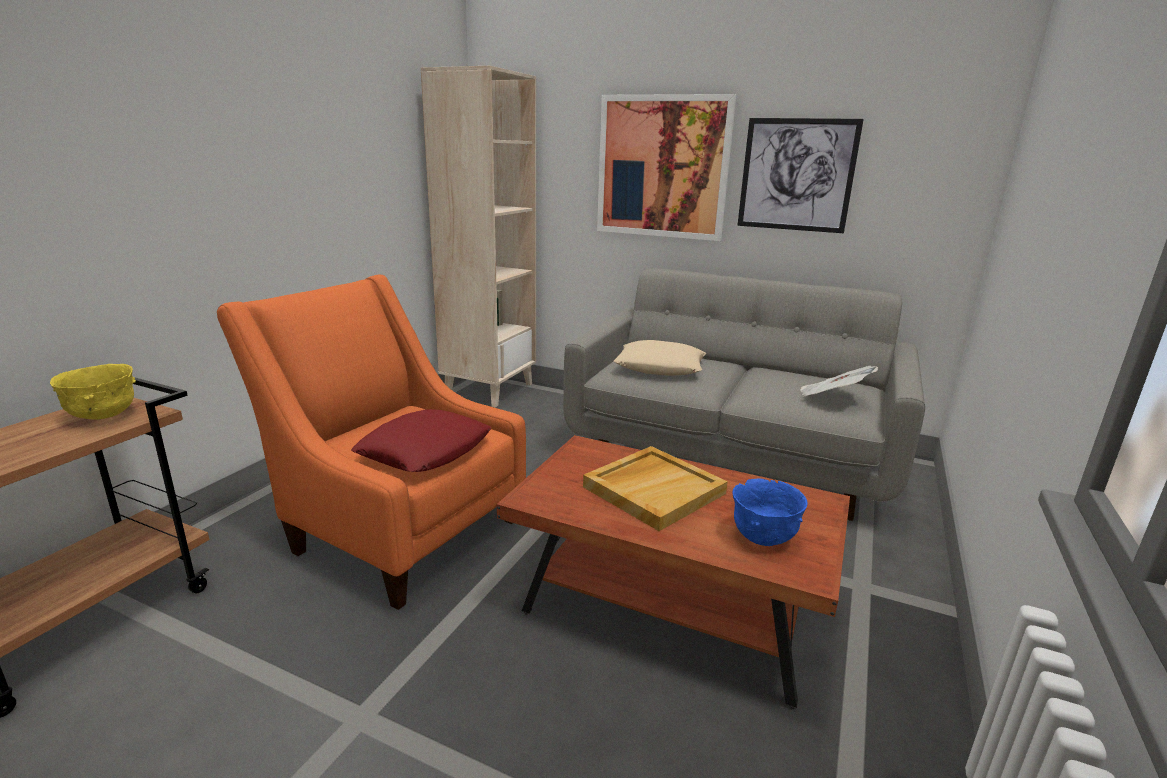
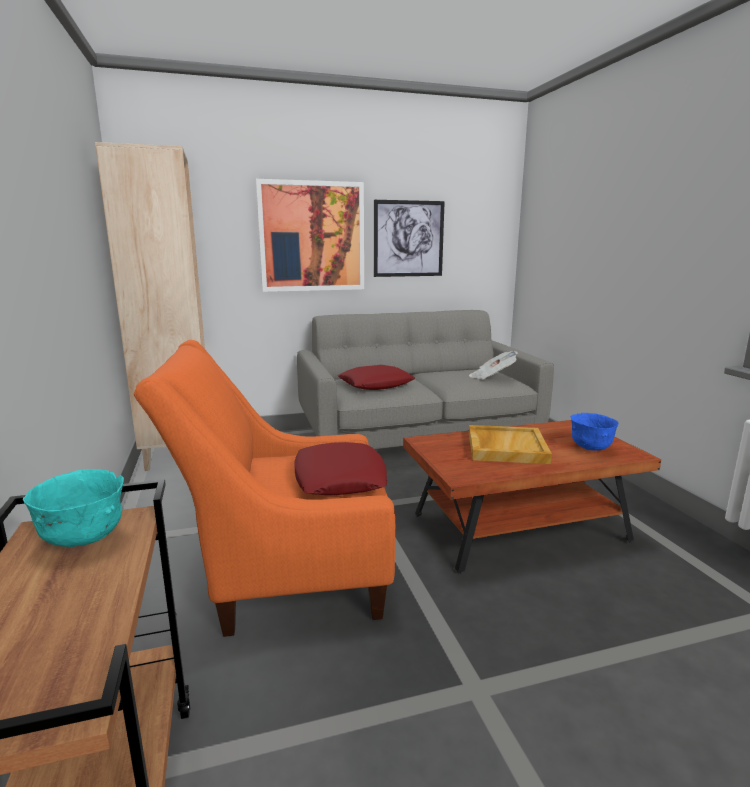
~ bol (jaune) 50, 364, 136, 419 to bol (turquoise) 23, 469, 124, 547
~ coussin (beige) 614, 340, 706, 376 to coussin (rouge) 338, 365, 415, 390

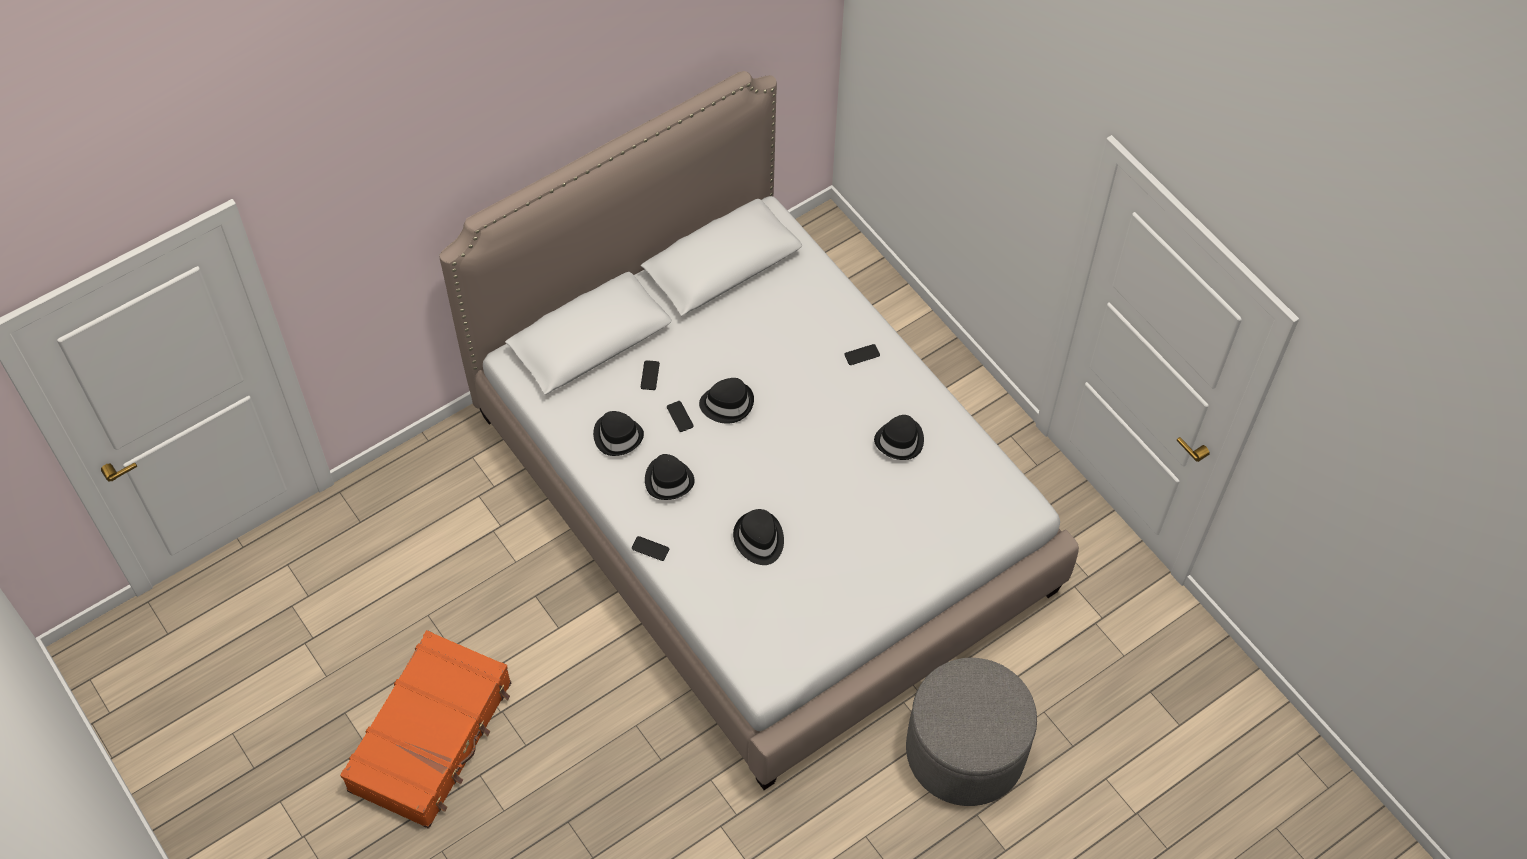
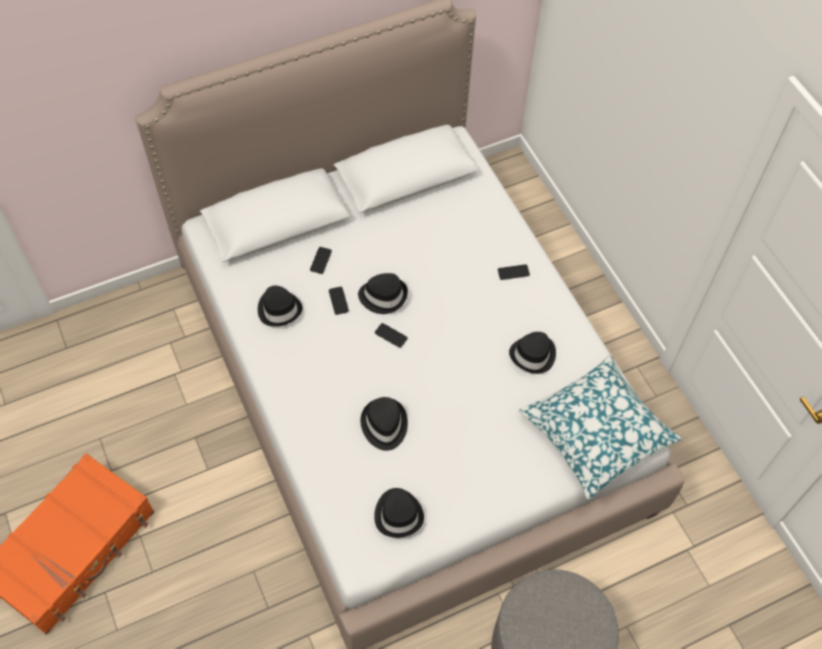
~ téléphone 632, 536, 669, 561 to 375, 323, 408, 348
~ chapeau (noir) 645, 454, 695, 500 to 374, 488, 424, 538
+ coussin 519, 355, 682, 500

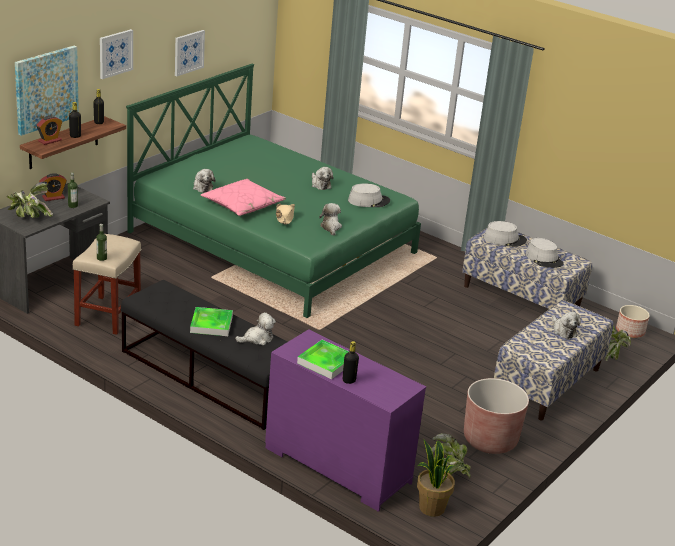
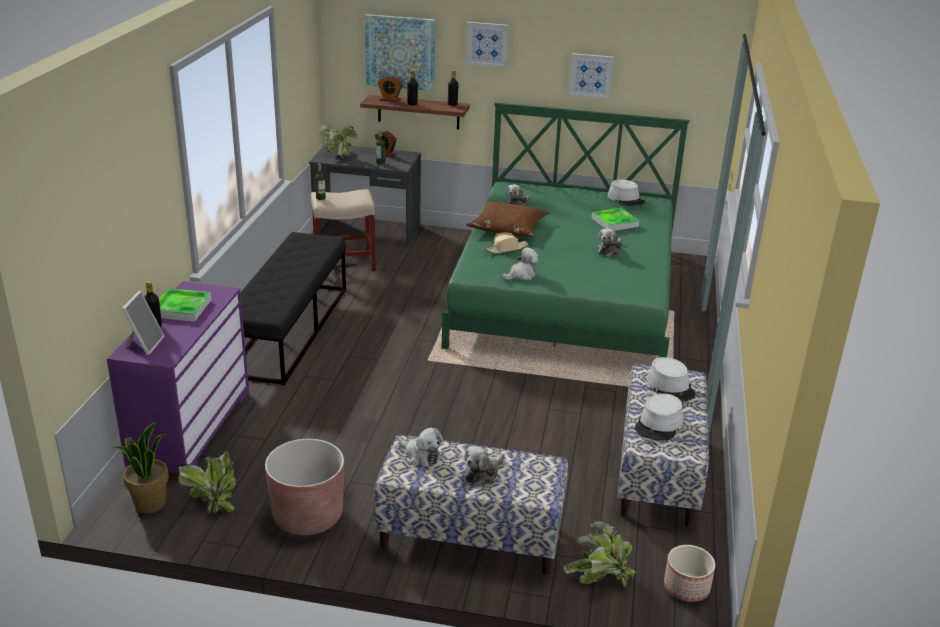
~ plateau 190, 307, 233, 336 to 591, 208, 639, 231
~ coussin (rose) 201, 179, 286, 216 to coussin (marron) 466, 202, 550, 237
~ peluche 235, 312, 276, 345 to 398, 428, 443, 467
~ chapeau (gris) 348, 183, 390, 207 to 608, 179, 645, 206
+ cadre photo 122, 291, 165, 355

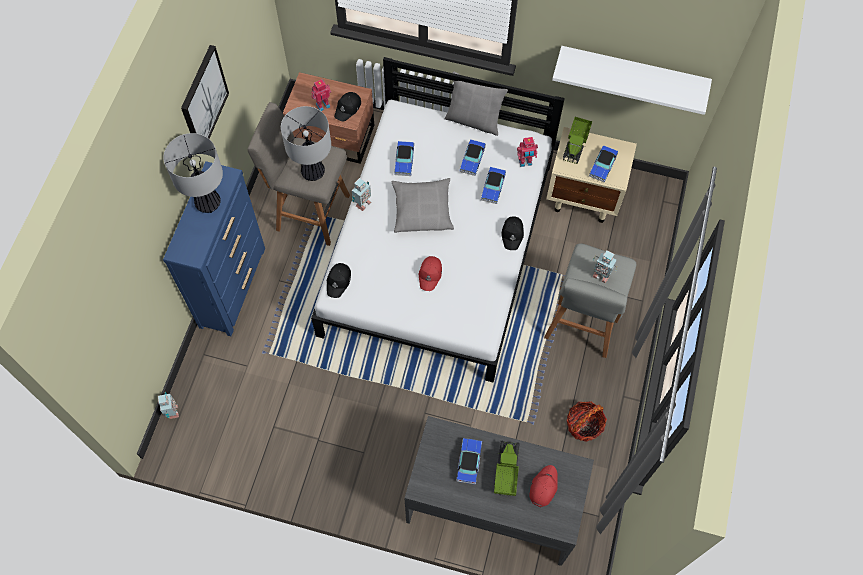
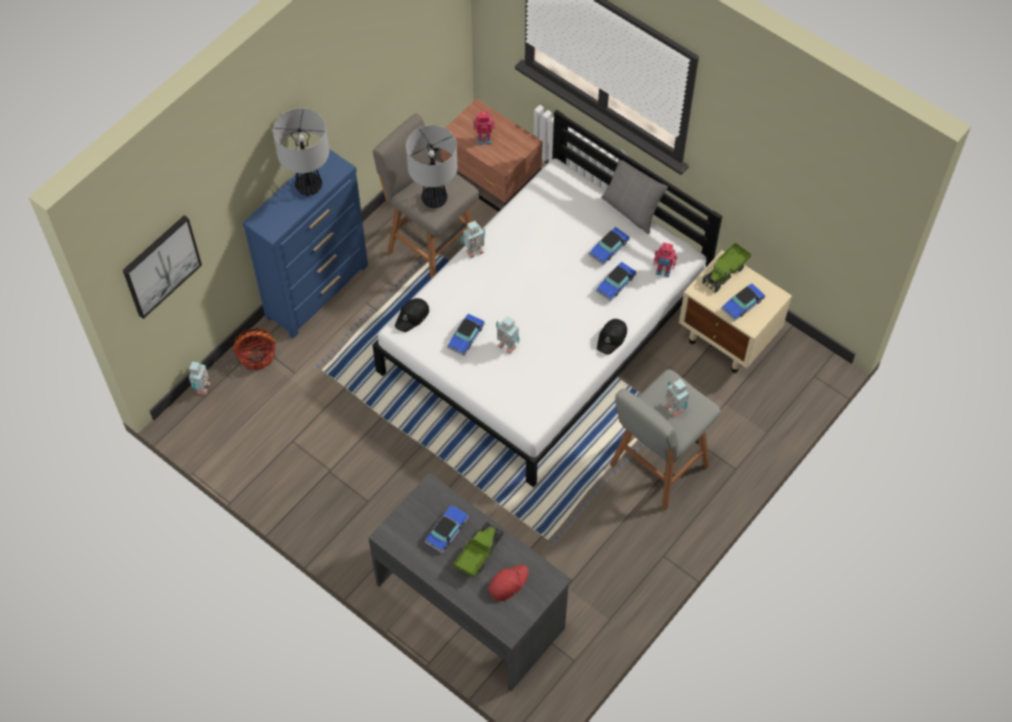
~ tableau 181, 45, 229, 139 to 123, 215, 202, 319
- casquette (noir) 334, 92, 361, 122
- coussin (gris) 392, 178, 454, 233
~ petite voiture 394, 141, 414, 176 to 447, 314, 485, 356
~ casquette (rouge) 419, 256, 442, 291 to robot jouet 496, 316, 519, 354
- étagère (blanc) 552, 46, 712, 115
~ panier 567, 401, 607, 442 to 233, 327, 276, 370

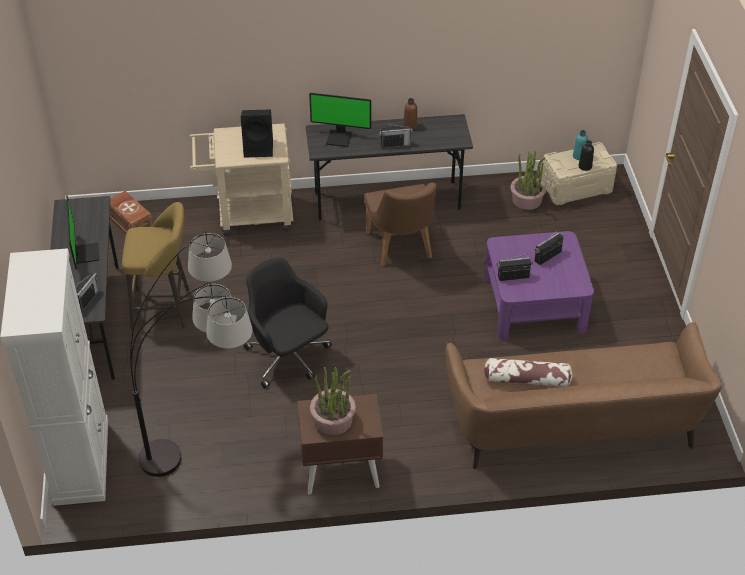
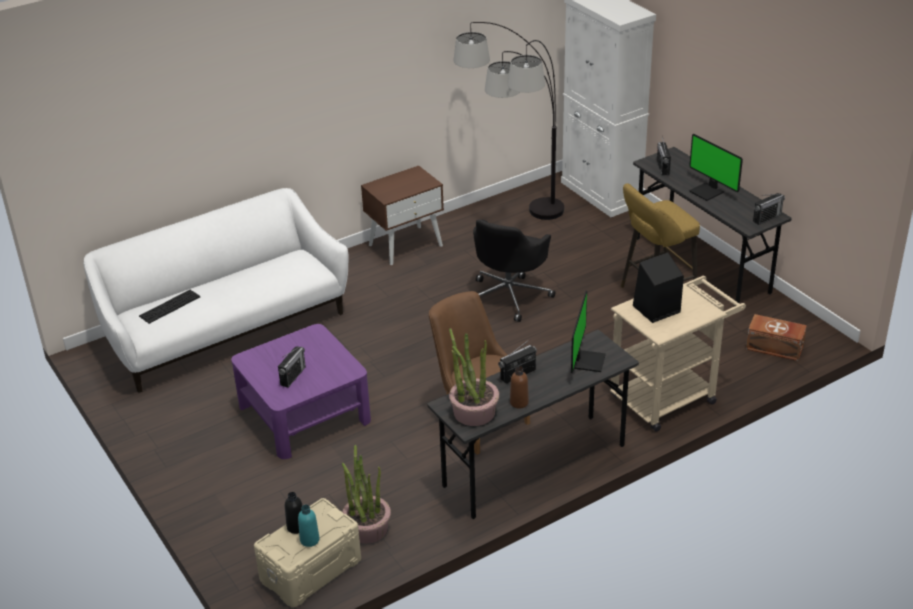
~ chaise de bureau (noir) 244, 258, 332, 388 = 473, 220, 555, 322 90 degrees clockwise
~ écran d'ordinateur 309, 93, 371, 147 = 571, 291, 606, 373 120 degrees clockwise
~ plante en pot 310, 367, 356, 435 to 449, 328, 499, 426
~ canapé (marron) 446, 322, 722, 469 to canapé (blanc) 83, 188, 349, 393
- coussin 484, 358, 573, 387
~ radio 497, 253, 533, 281 to 753, 193, 785, 225
+ clavier 139, 290, 200, 324

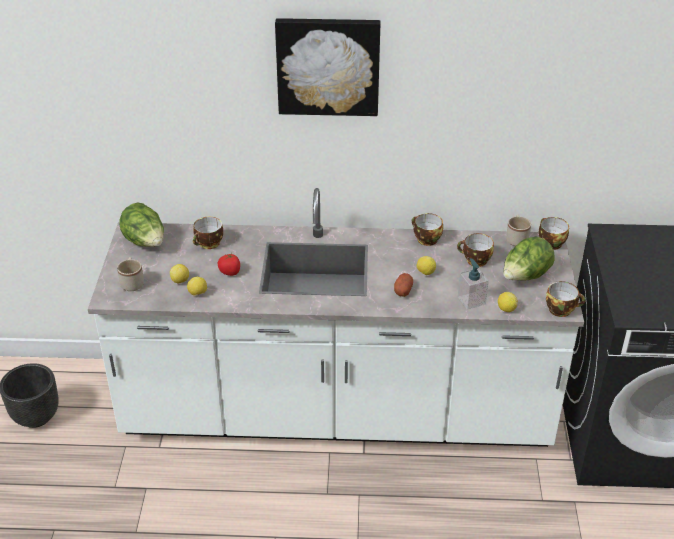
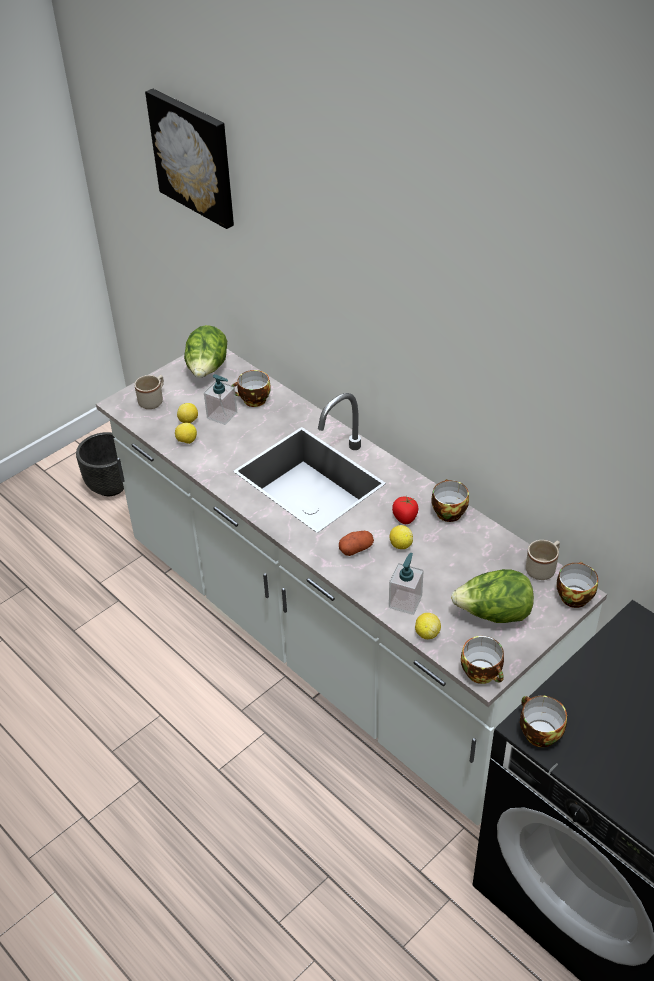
~ tomate 218, 253, 240, 276 to 392, 496, 419, 524
~ tableau 275, 18, 380, 116 to 145, 89, 234, 229
~ tasse 457, 233, 494, 267 to 520, 696, 567, 747
+ distributeur de savon 204, 374, 237, 425

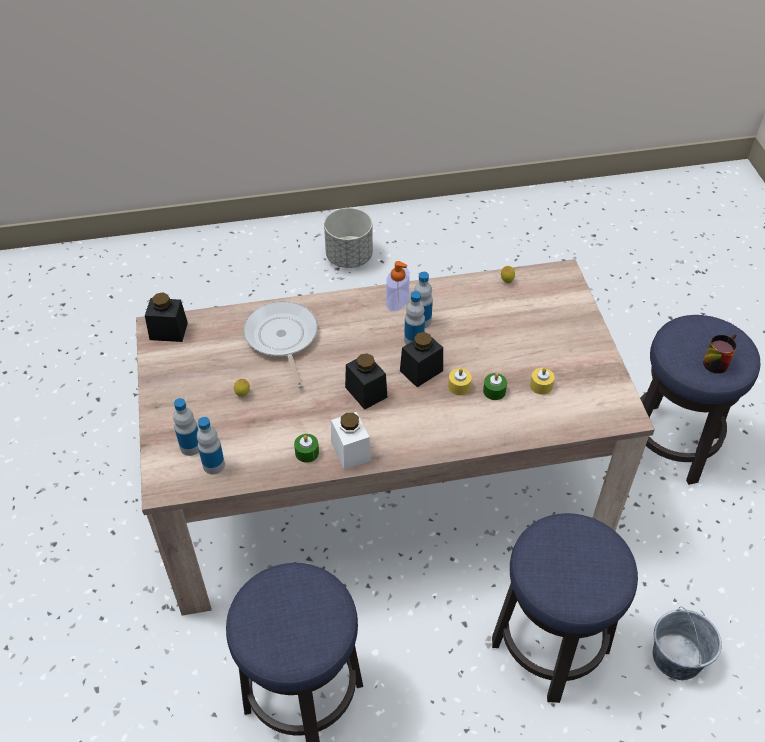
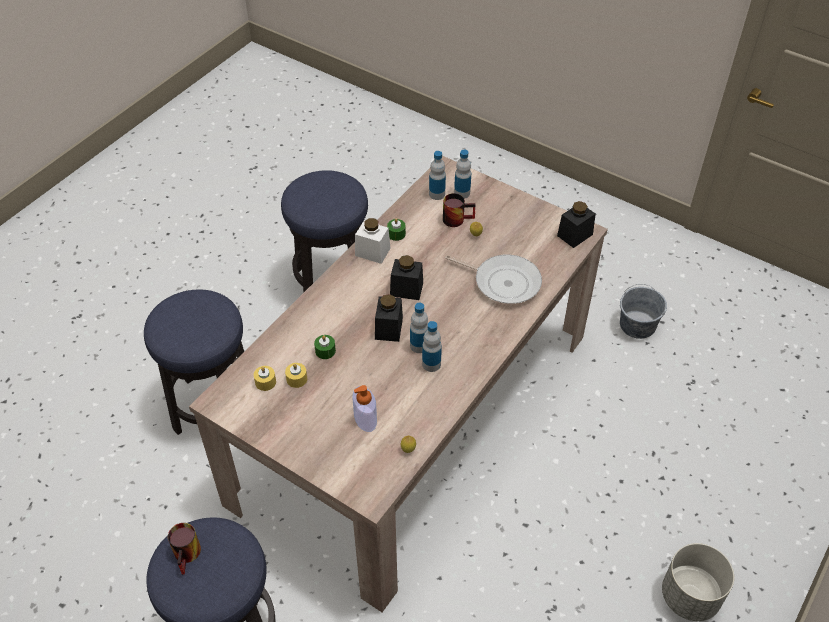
~ distributeur de savon 386, 261, 410, 311 to 352, 385, 377, 432
~ bougie (jaune) 448, 368, 472, 395 to 254, 366, 276, 391
~ seau (gris) 653, 607, 722, 680 to 620, 284, 667, 339
+ mug 443, 193, 475, 227

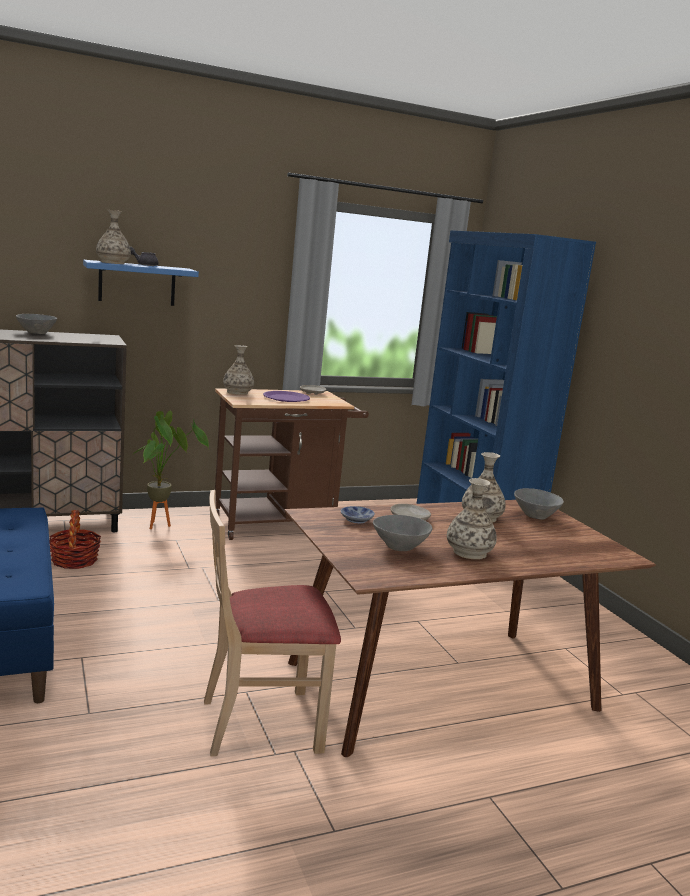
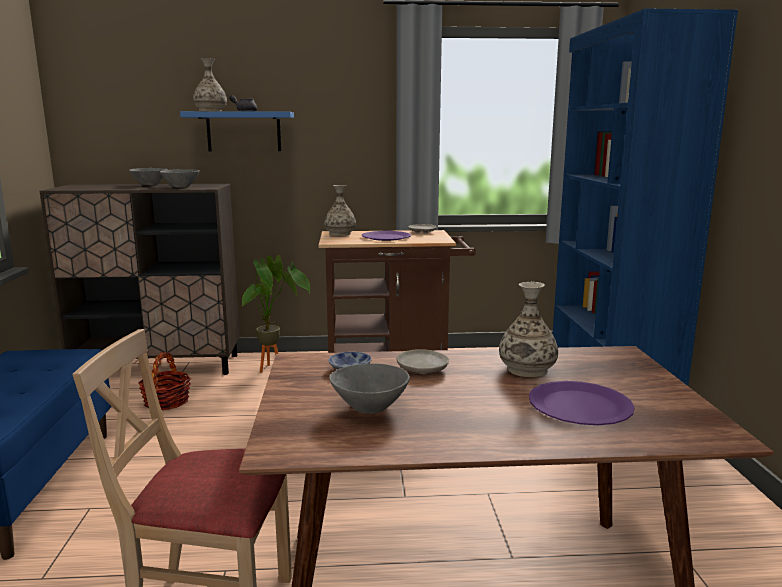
- vase 447, 478, 497, 559
~ bol (gris) 514, 488, 564, 520 to 160, 169, 200, 188
+ assiette (violet) 529, 381, 635, 425

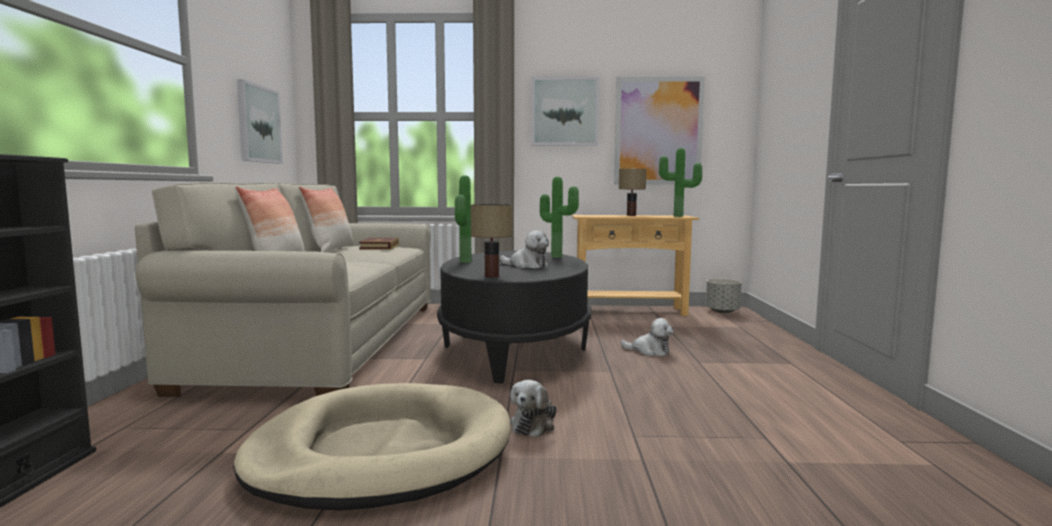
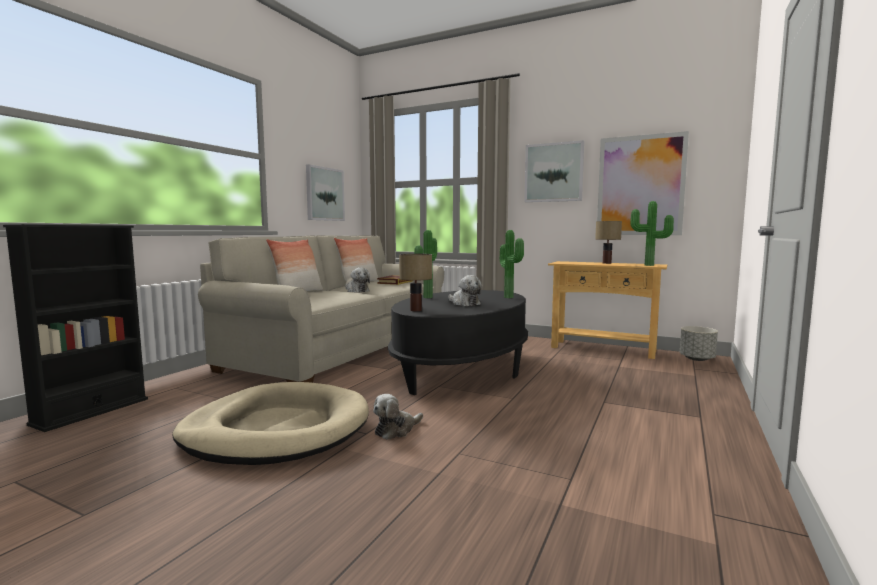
~ peluche 620, 318, 673, 356 to 345, 267, 370, 293

